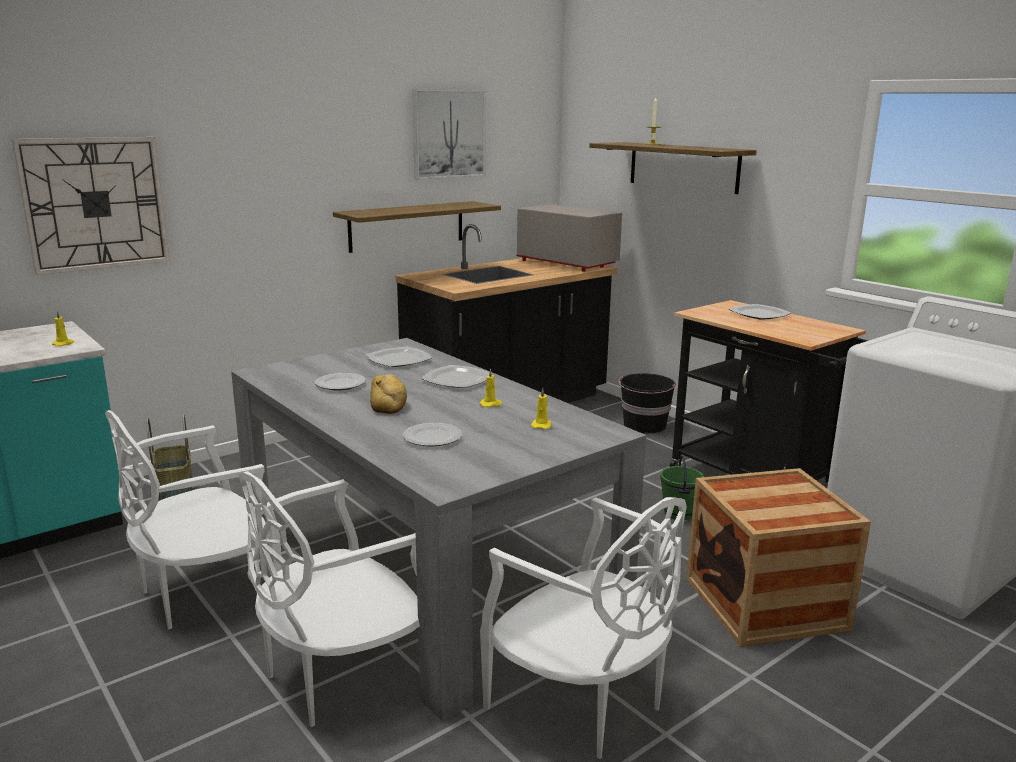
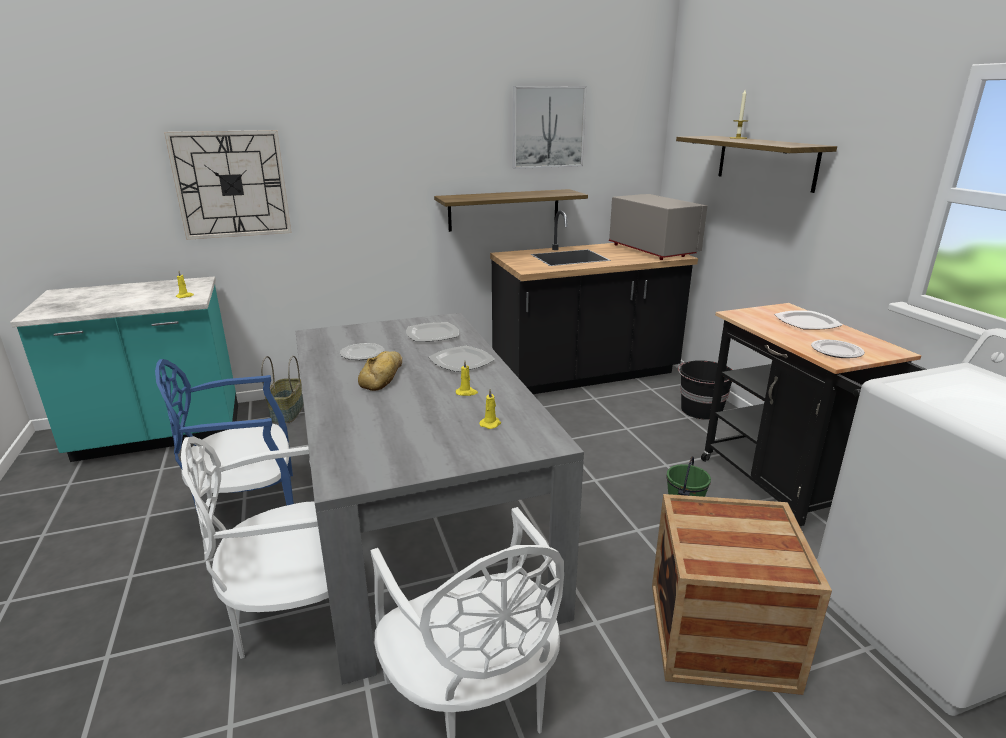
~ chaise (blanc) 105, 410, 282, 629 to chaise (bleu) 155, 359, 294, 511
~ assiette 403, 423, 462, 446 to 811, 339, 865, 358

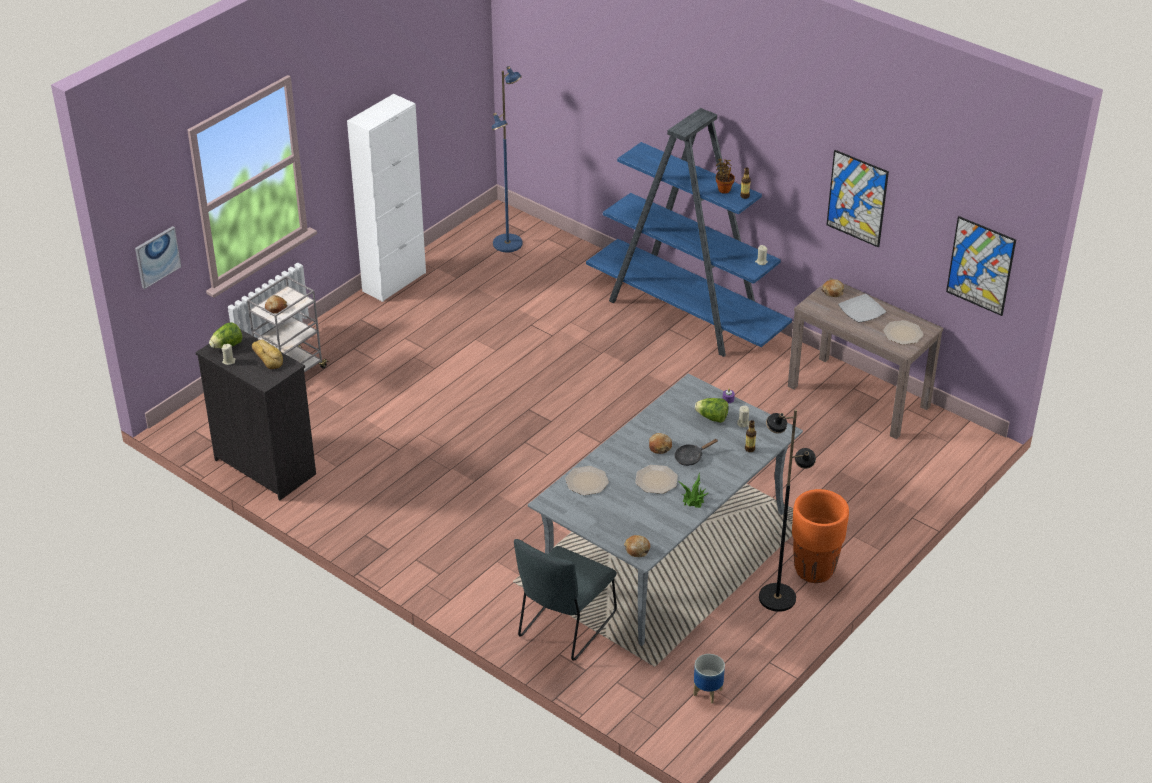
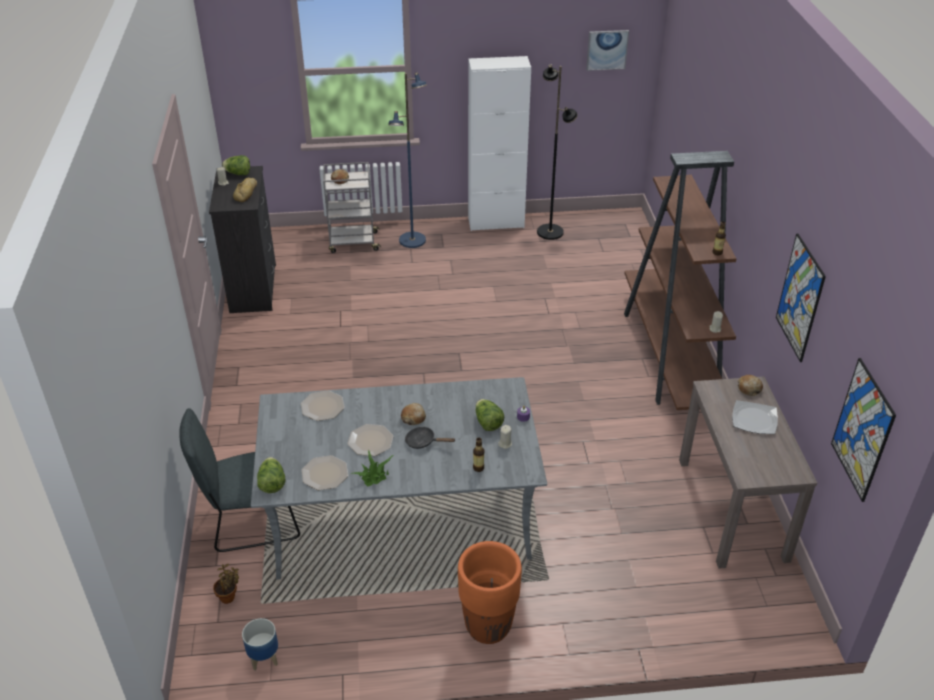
~ tableau 135, 226, 181, 289 to 586, 30, 629, 71
~ lampadaire (bleu) 492, 66, 523, 252 to 388, 72, 427, 248
~ bibliothèque (bleu) 586, 108, 792, 357 to bibliothèque (marron) 624, 151, 737, 410
~ pain 624, 535, 650, 557 to laitue 257, 457, 285, 493
~ plante en pot 716, 159, 735, 194 to 213, 564, 239, 604
~ lampadaire (noir) 759, 409, 816, 612 to 537, 64, 578, 240
~ assiette 883, 320, 923, 345 to 302, 455, 348, 490

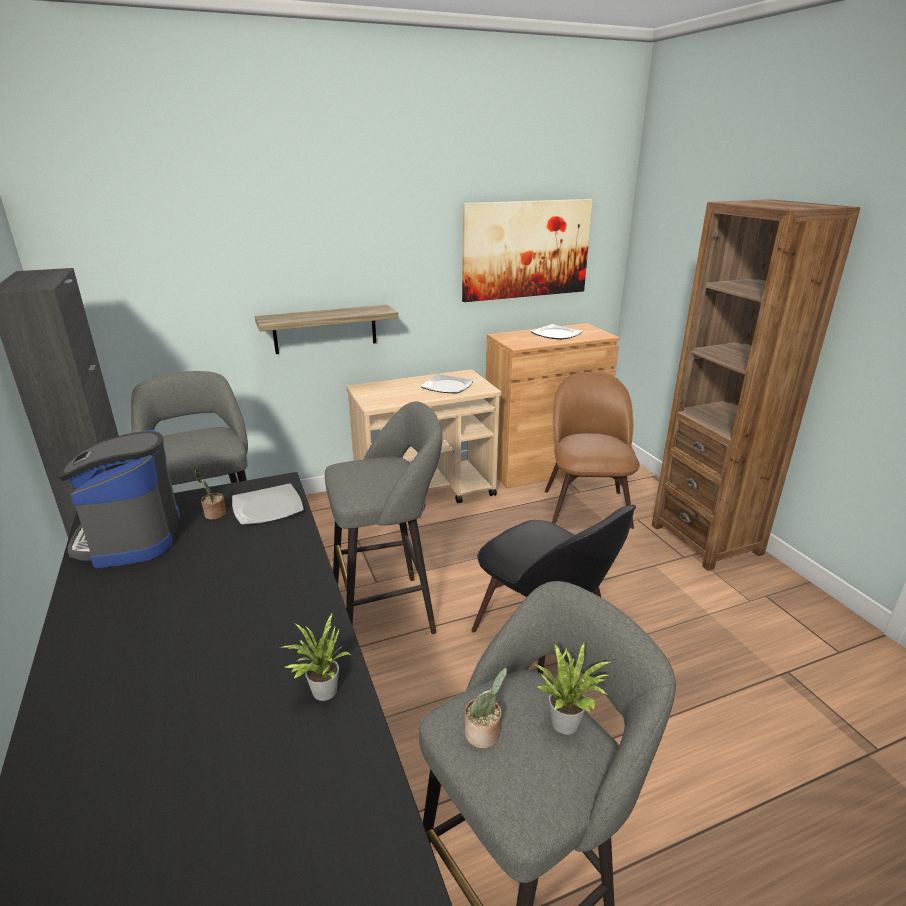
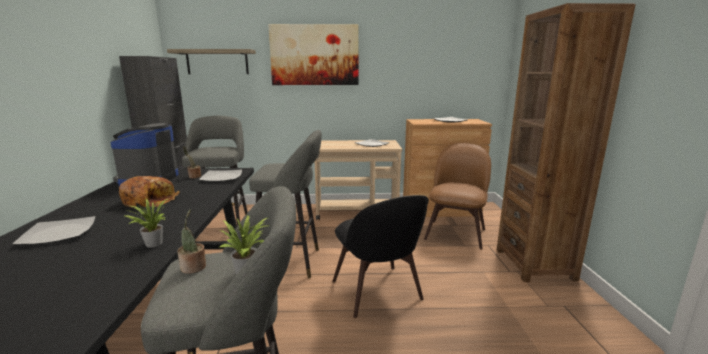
~ étagère 255, 304, 398, 354 to 167, 49, 256, 74
~ tableau 462, 199, 593, 302 to 268, 24, 359, 85
+ assiette 13, 216, 96, 245
+ pain 119, 176, 179, 207

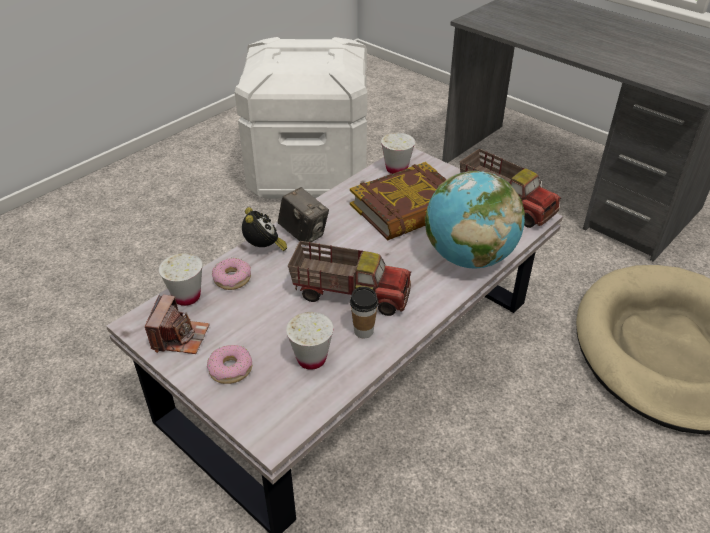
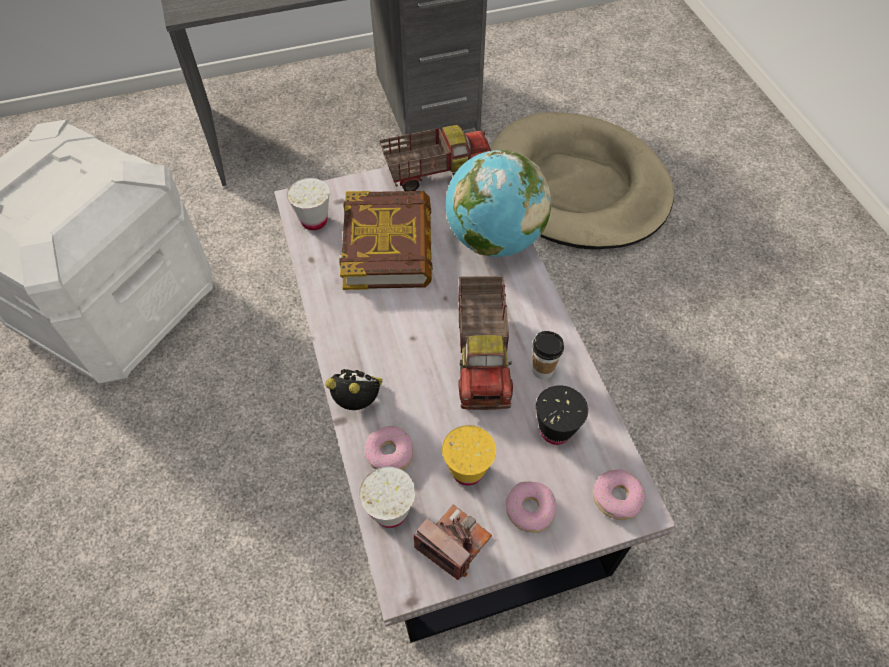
- appareil photo 278, 187, 329, 242
~ tasse (blanc) 286, 312, 334, 370 to tasse (noir) 536, 385, 588, 445
~ camion jouet 288, 241, 411, 316 = 458, 276, 513, 410 135 degrees clockwise
+ tasse (jaune) 442, 425, 496, 485
+ beignet 593, 469, 646, 520

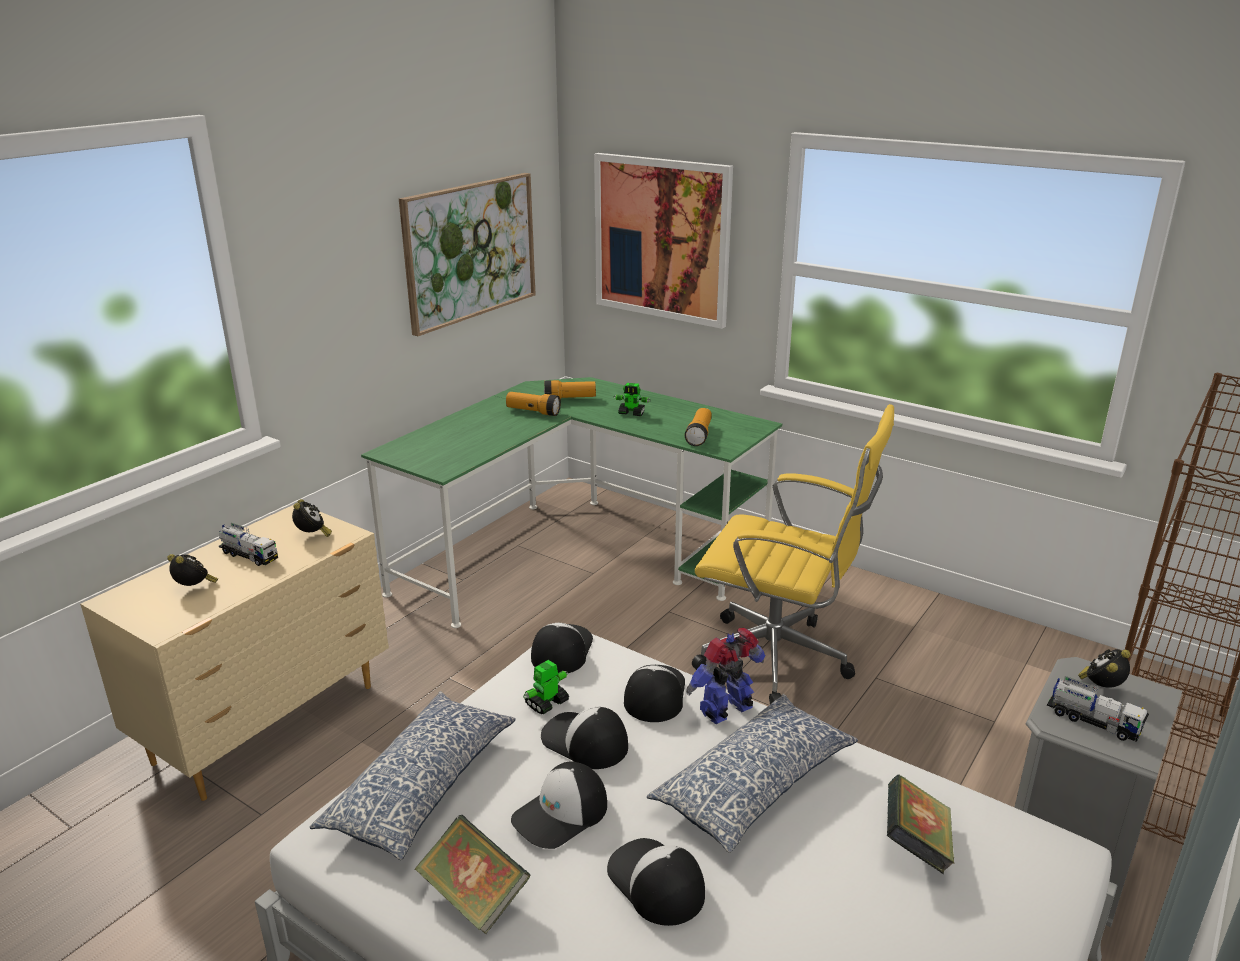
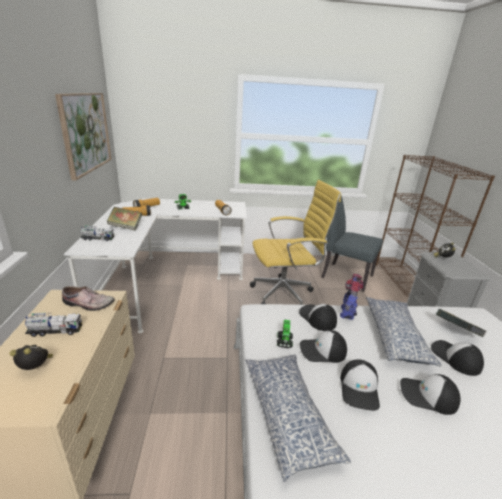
~ réveil 292, 499, 332, 537 to chaussure 62, 286, 115, 311
~ bureau (vert) 361, 377, 782, 628 to bureau (blanc) 64, 198, 247, 333
~ livre 414, 815, 531, 934 to 107, 207, 142, 231
~ casquette 531, 623, 593, 673 to 431, 340, 484, 376
- tableau 594, 153, 733, 329
~ camion jouet 1047, 676, 1149, 742 to 80, 226, 114, 241
+ chaise (gris) 321, 196, 383, 292

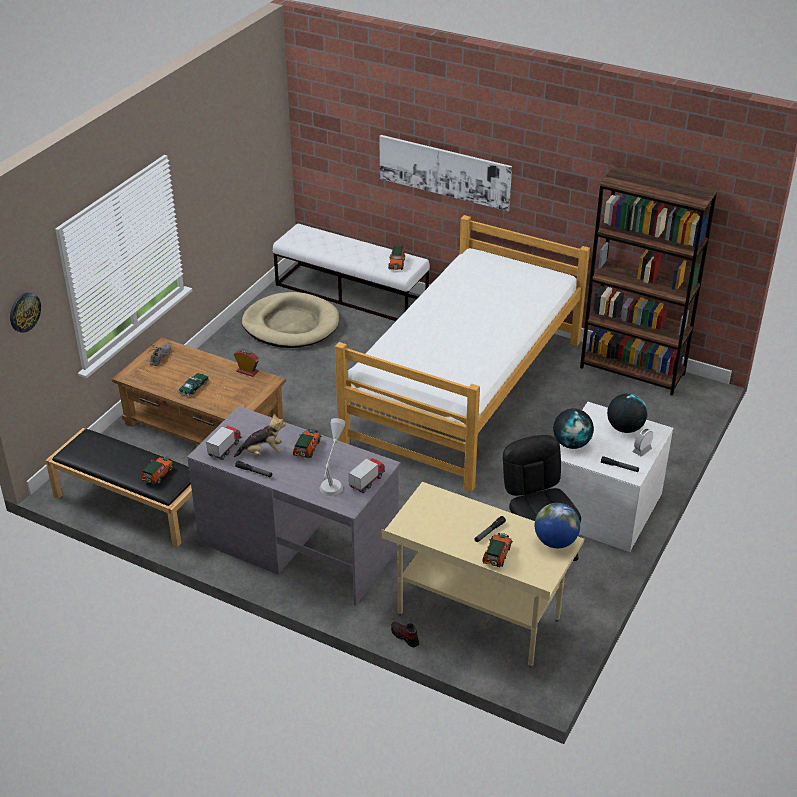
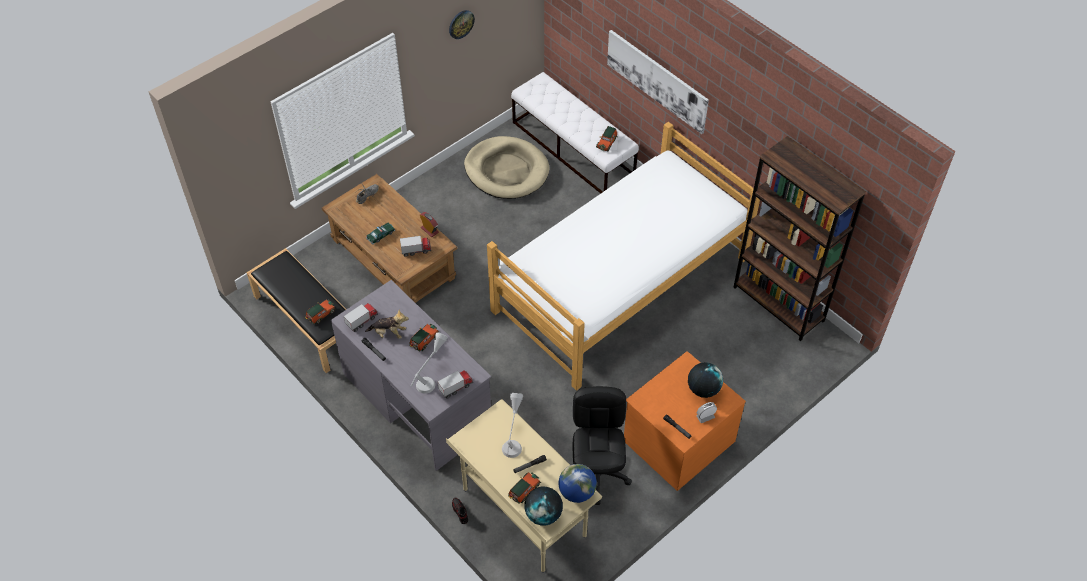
~ horloge murale 10, 292, 41, 333 to 449, 10, 475, 39
~ commode (blanc) 550, 402, 673, 552 to commode (orange) 624, 351, 746, 491
~ globe 553, 409, 594, 449 to 524, 487, 563, 526
+ camion jouet 400, 236, 431, 257
+ lampe de table (gris) 502, 393, 523, 458

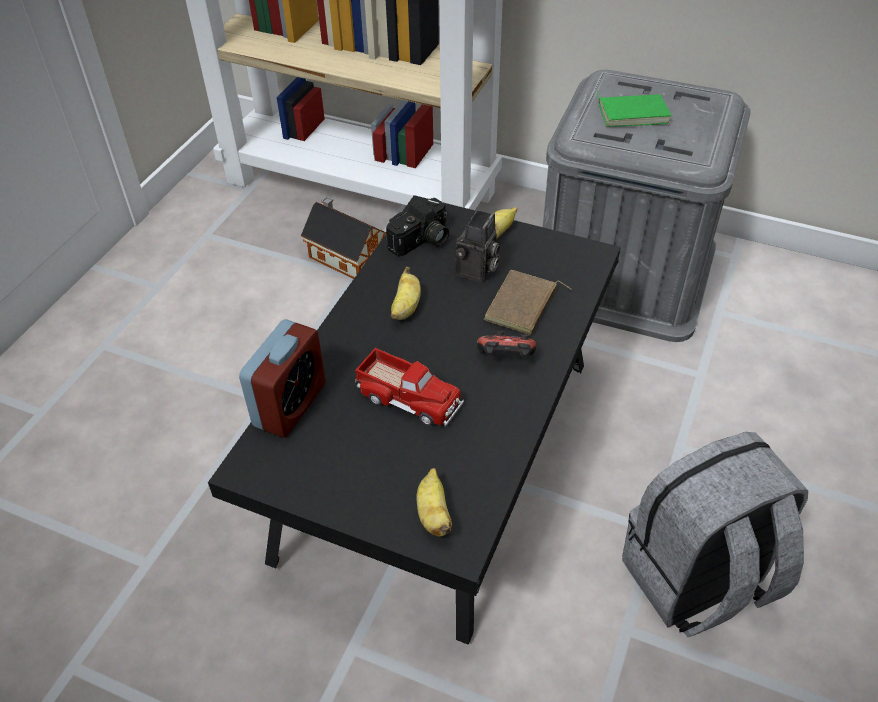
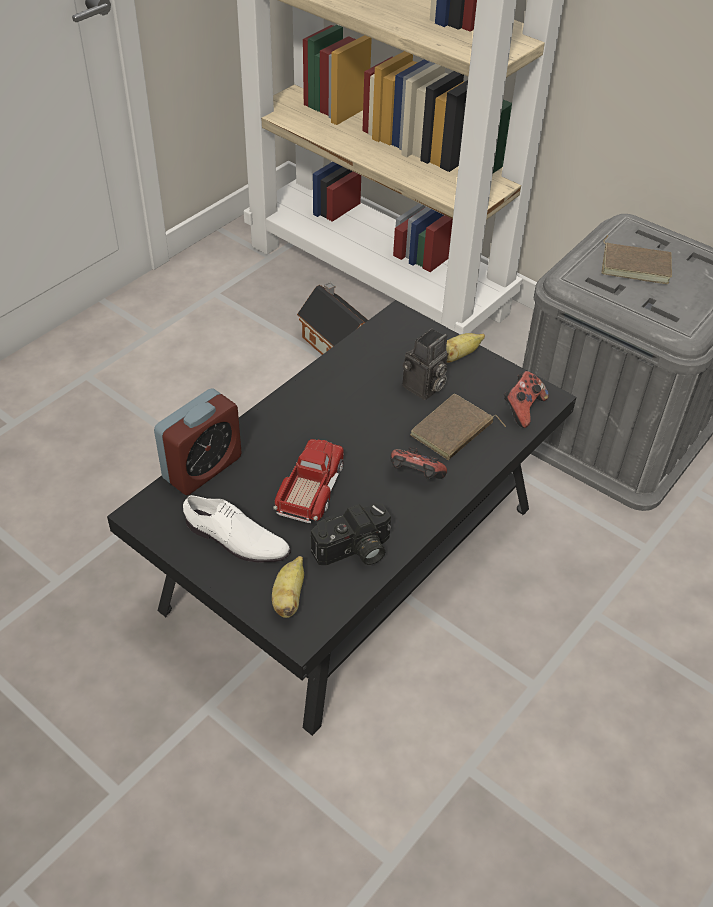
~ camion jouet 355, 348, 464, 427 = 273, 439, 344, 523 120 degrees counterclockwise
~ appareil photo 386, 198, 449, 257 to 311, 504, 391, 565
- banane 391, 267, 421, 320
~ livre (vert) 597, 91, 672, 127 to livre (marron) 601, 235, 672, 284
- sac à dos (gris) 622, 432, 808, 637
+ chaussure (blanc) 183, 495, 291, 562
+ manette 504, 371, 549, 428

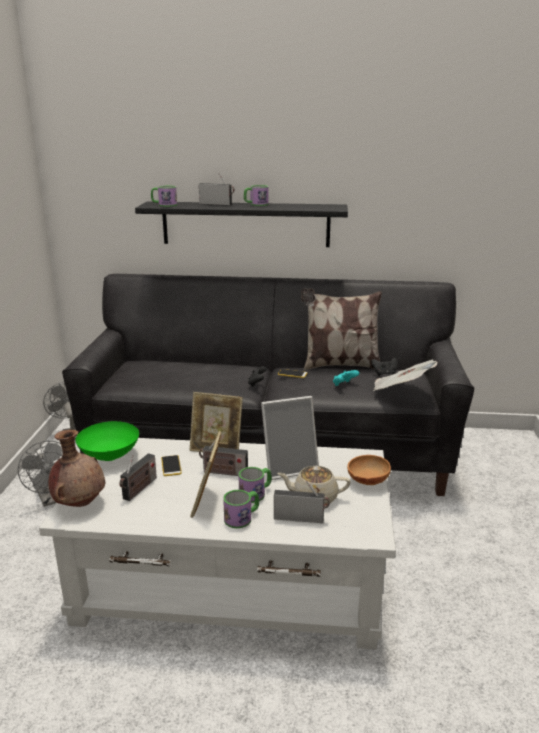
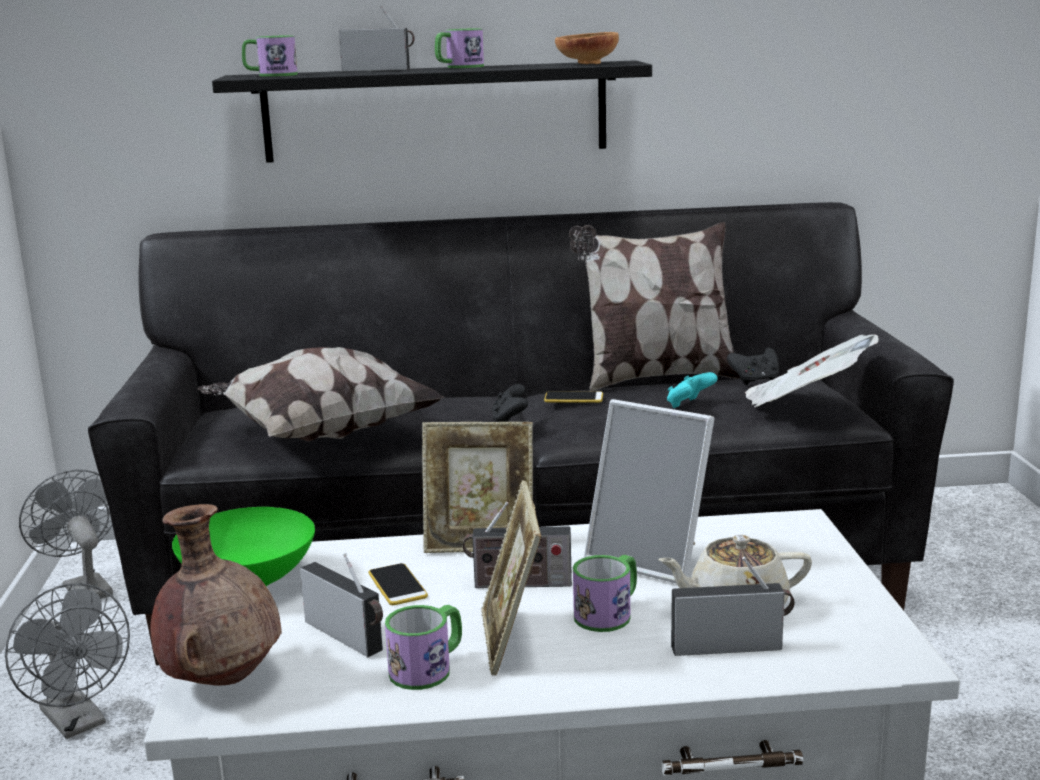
~ radio 119, 453, 157, 501 = 300, 553, 383, 657 60 degrees counterclockwise
~ mug 223, 490, 259, 528 to 385, 605, 462, 690
~ cadre photo 261, 396, 319, 480 = 584, 399, 715, 584 60 degrees clockwise
~ bol (marron) 347, 455, 391, 485 to 555, 32, 619, 64
+ coussin 197, 347, 444, 442

